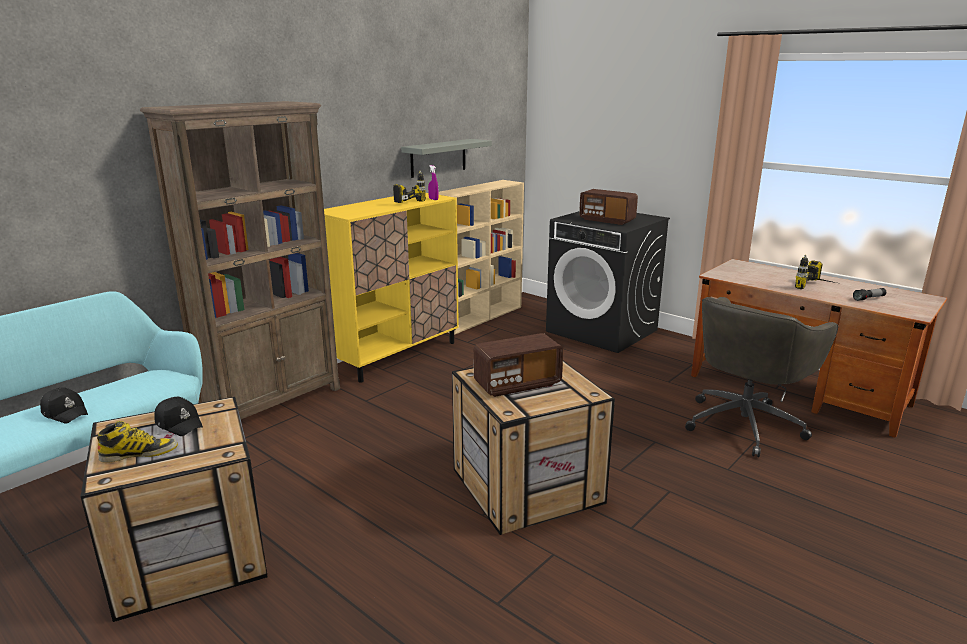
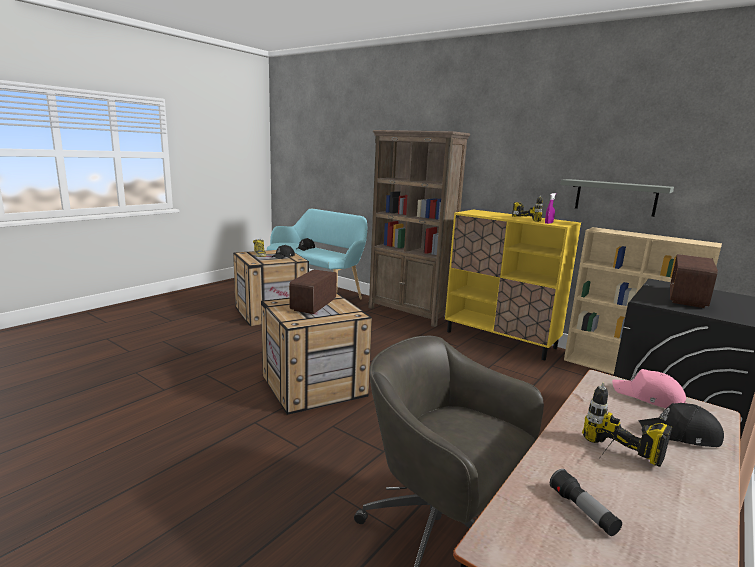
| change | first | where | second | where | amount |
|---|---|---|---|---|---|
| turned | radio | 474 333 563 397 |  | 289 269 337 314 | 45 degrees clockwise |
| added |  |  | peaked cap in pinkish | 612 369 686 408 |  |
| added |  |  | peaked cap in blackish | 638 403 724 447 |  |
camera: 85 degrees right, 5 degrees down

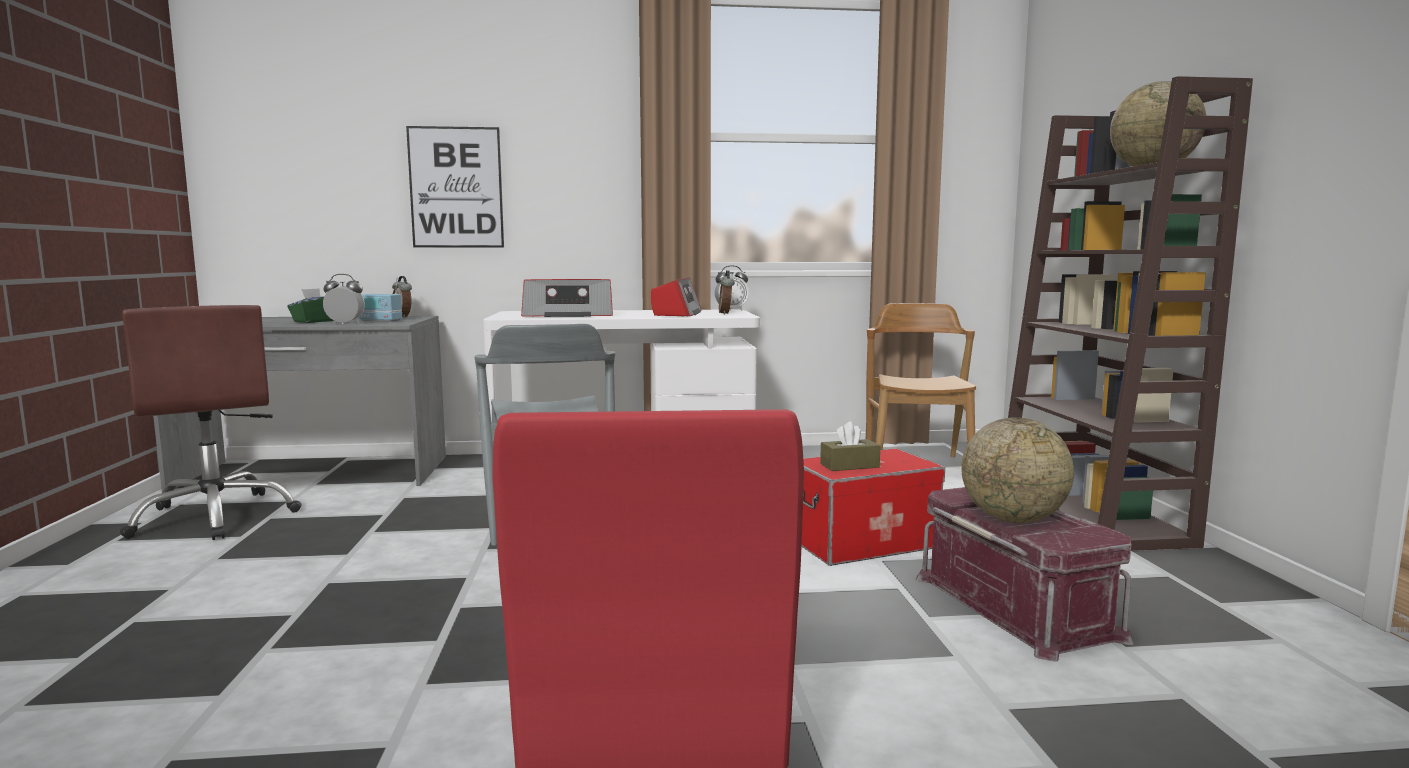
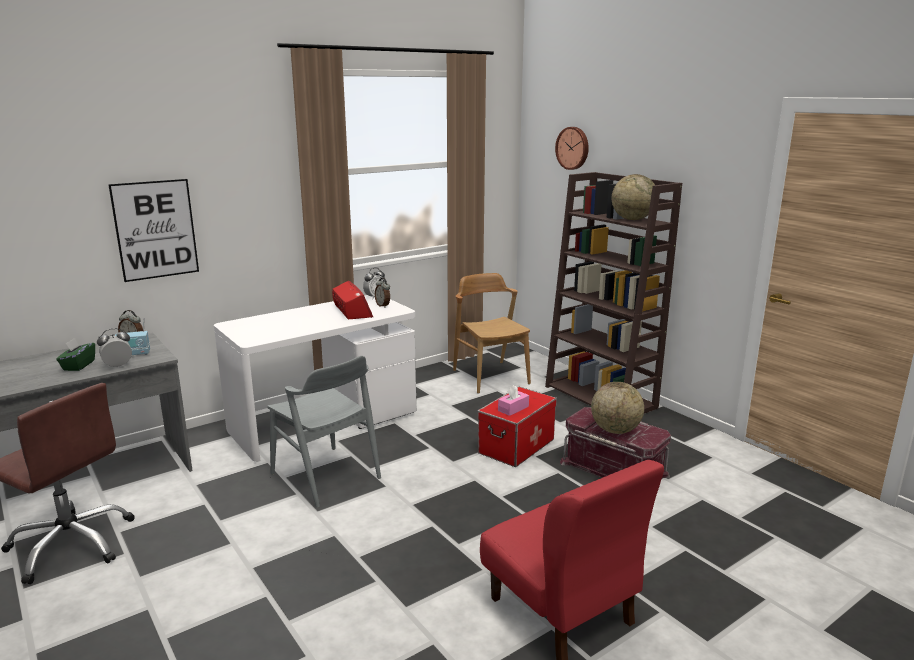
| change | first | where | second | where | amount |
|---|---|---|---|---|---|
| recoloured | box of tissues in brown-coloured | 820 421 880 471 | box of tissues in pinkish | 498 385 529 416 |  |
| added |  |  | hanging clock | 555 127 589 170 |  |
| removed | radio | 521 279 613 317 |  |  |  |
camera: 30 degrees left, 10 degrees up

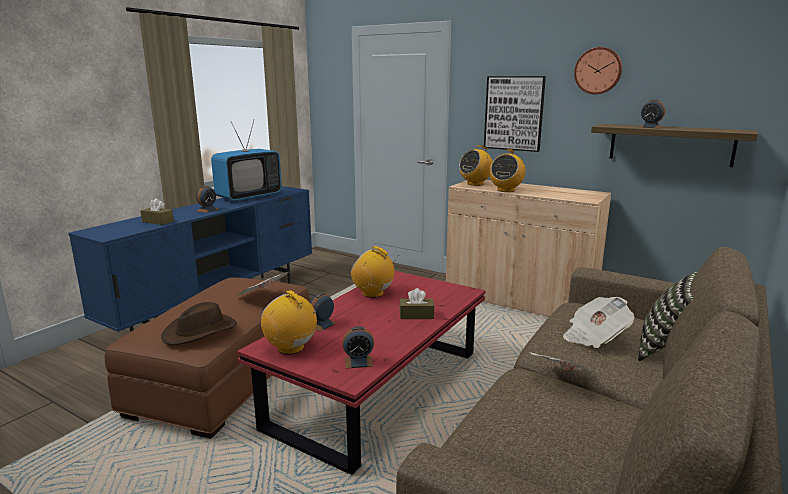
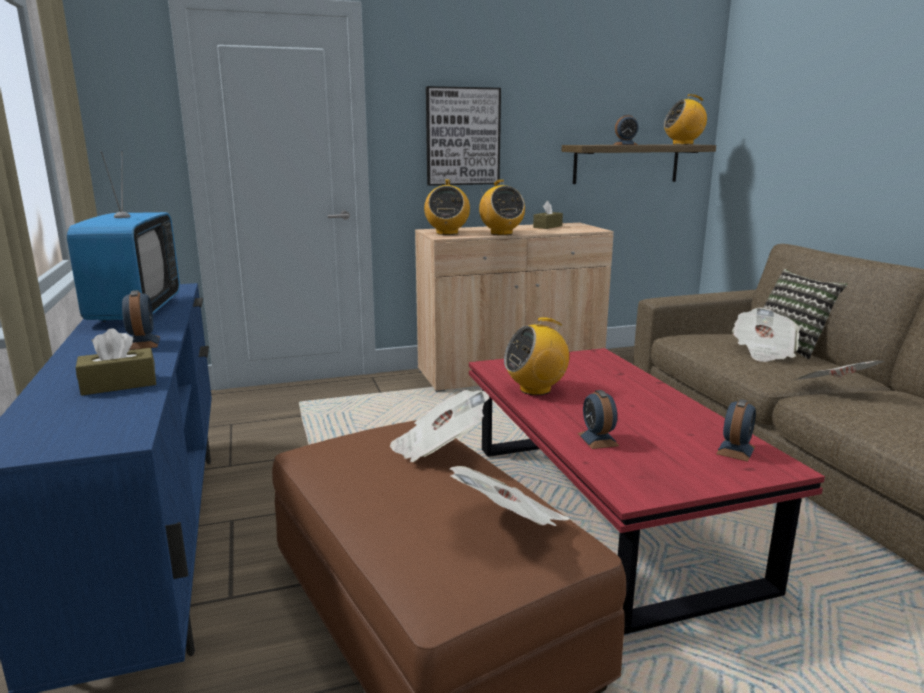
| change | first | where | second | where | amount |
|---|---|---|---|---|---|
| replaced | clothing hat in brown-coloured | 161 302 237 345 | newspaper | 450 466 570 526 |  |
| moved | box of tissues in brown-coloured | 399 288 435 319 |  | 533 201 563 229 |  |
| moved | radio | 261 290 319 355 |  | 663 94 707 145 |  |
| removed | hanging clock | 574 47 622 94 |  |  |  |
camera: 50 degrees left, 0 degrees up

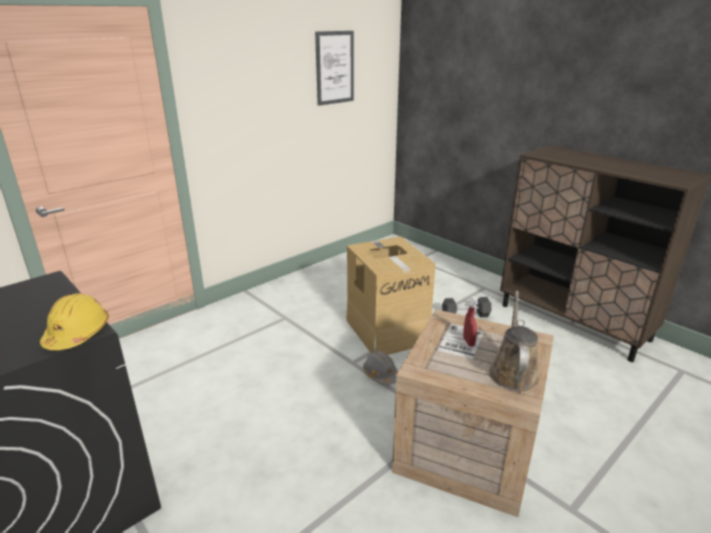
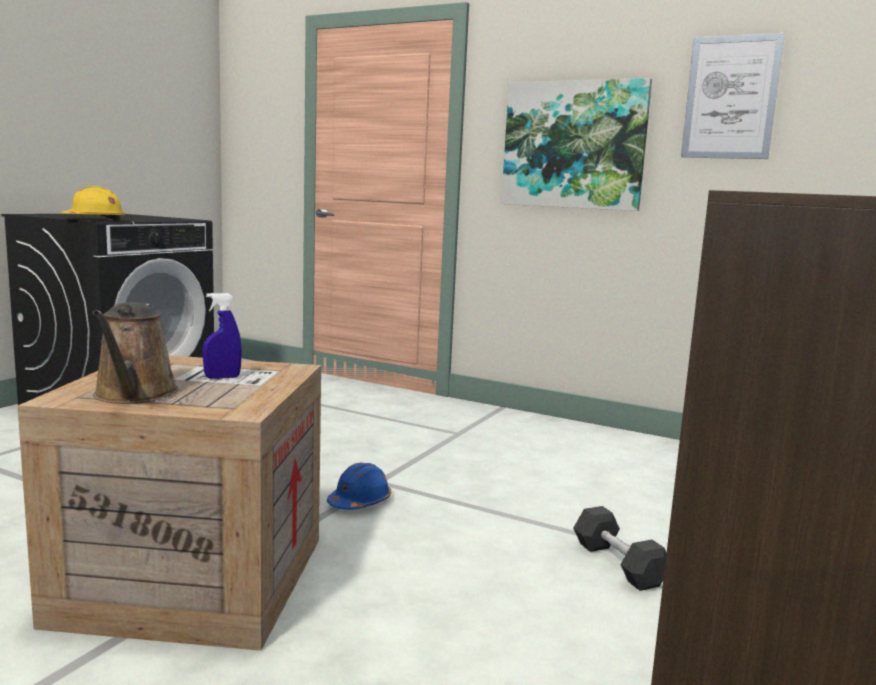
| change | first | where | second | where | amount |
|---|---|---|---|---|---|
| turned | watering pot in brown-coloured | 489 291 539 391 |  | 93 302 179 404 | 90 degrees clockwise |
| recoloured | spray bottle in red | 463 296 478 347 | spray bottle in blue-coloured | 202 293 242 379 |  |
| recoloured | hard hat in grey | 363 351 398 385 | hard hat in blue-coloured | 327 463 391 510 |  |
| added |  |  | wall picture | 501 78 652 211 |  |
| removed | carton | 346 236 436 355 |  |  |  |
camera: 70 degrees right, 15 degrees down

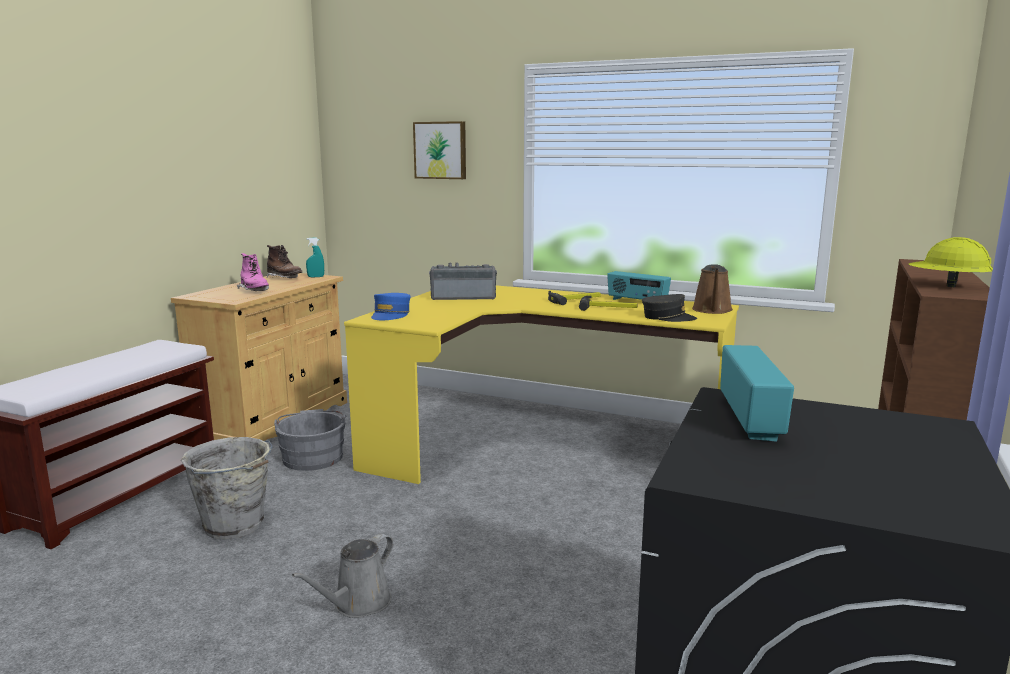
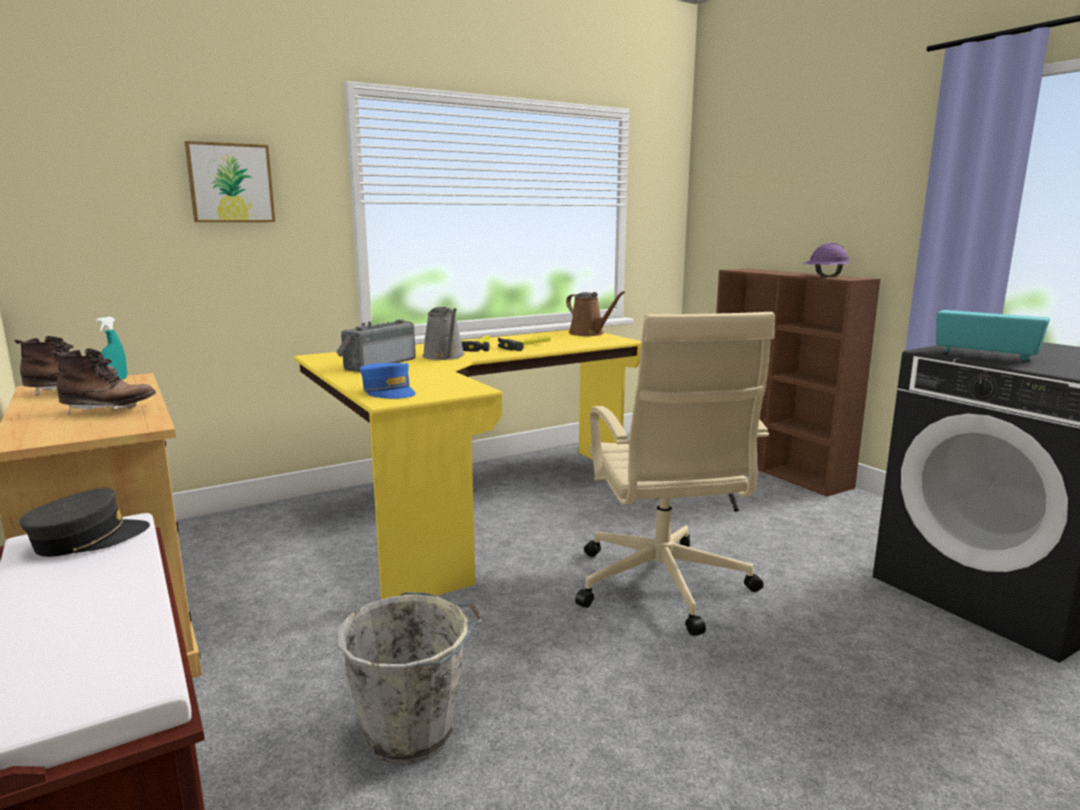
| change | first | where | second | where | amount |
|---|---|---|---|---|---|
| moved | peaked cap in grey | 642 294 697 322 |  | 19 488 150 557 |  |
| recoloured | boot in pinkish | 237 253 269 291 | boot in brown-coloured | 52 348 156 415 |  |
| moved | watering pot in grey | 292 534 393 618 |  | 422 307 465 360 |  |
| added |  |  | desk chair in sand-coloured | 575 312 775 636 |  |
| recoloured | hard hat in yellow-coloured | 909 237 993 287 | hard hat in purple | 803 243 851 277 |  |
| removed | water bucket in grey | 274 409 346 471 |  |  |  |
| removed | radio | 607 271 671 300 |  |  |  |
camera: 55 degrees left, 0 degrees up

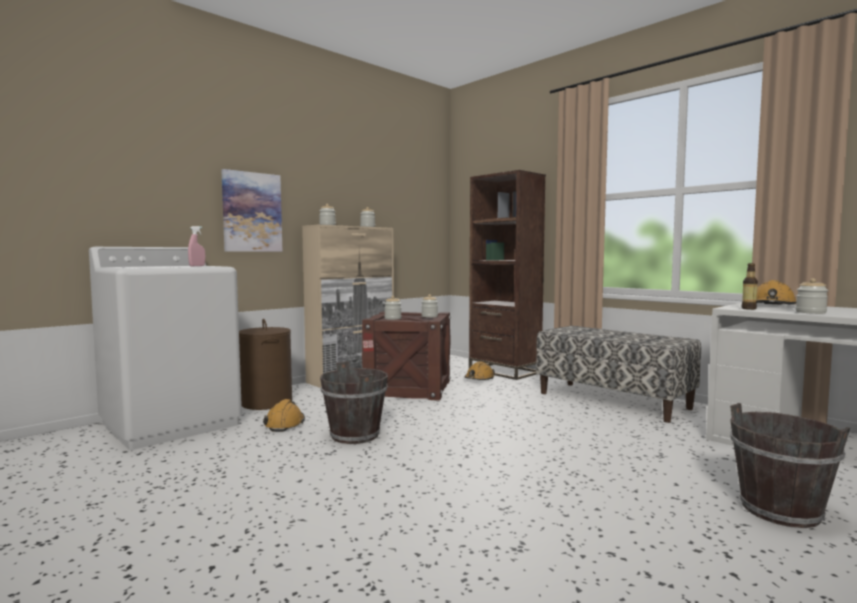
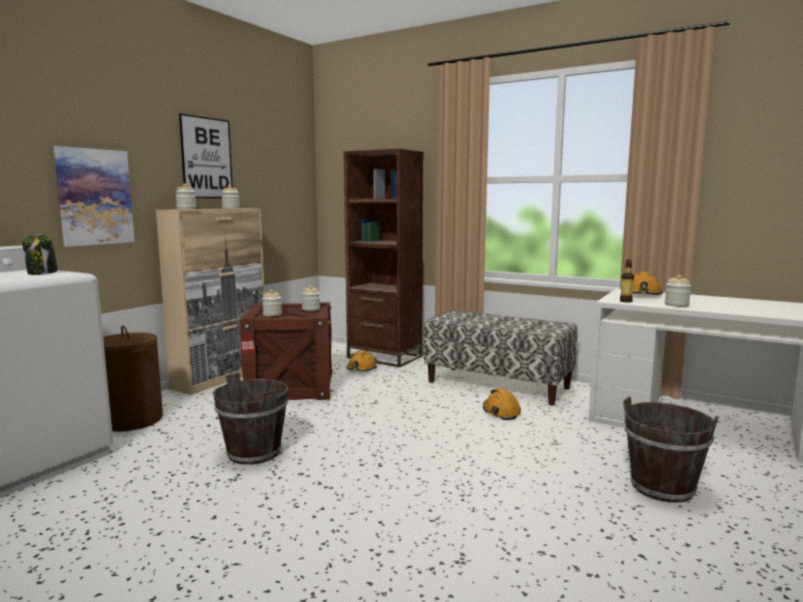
| change | first | where | second | where | amount |
|---|---|---|---|---|---|
| replaced | spray bottle in pinkish | 188 226 205 266 | storage jar | 22 234 58 275 |  |
| added |  |  | wall picture | 179 113 233 198 |  |
| moved | hard hat in orange-coloured | 263 399 305 432 |  | 483 388 521 420 |  |
camera: 15 degrees left, 5 degrees up

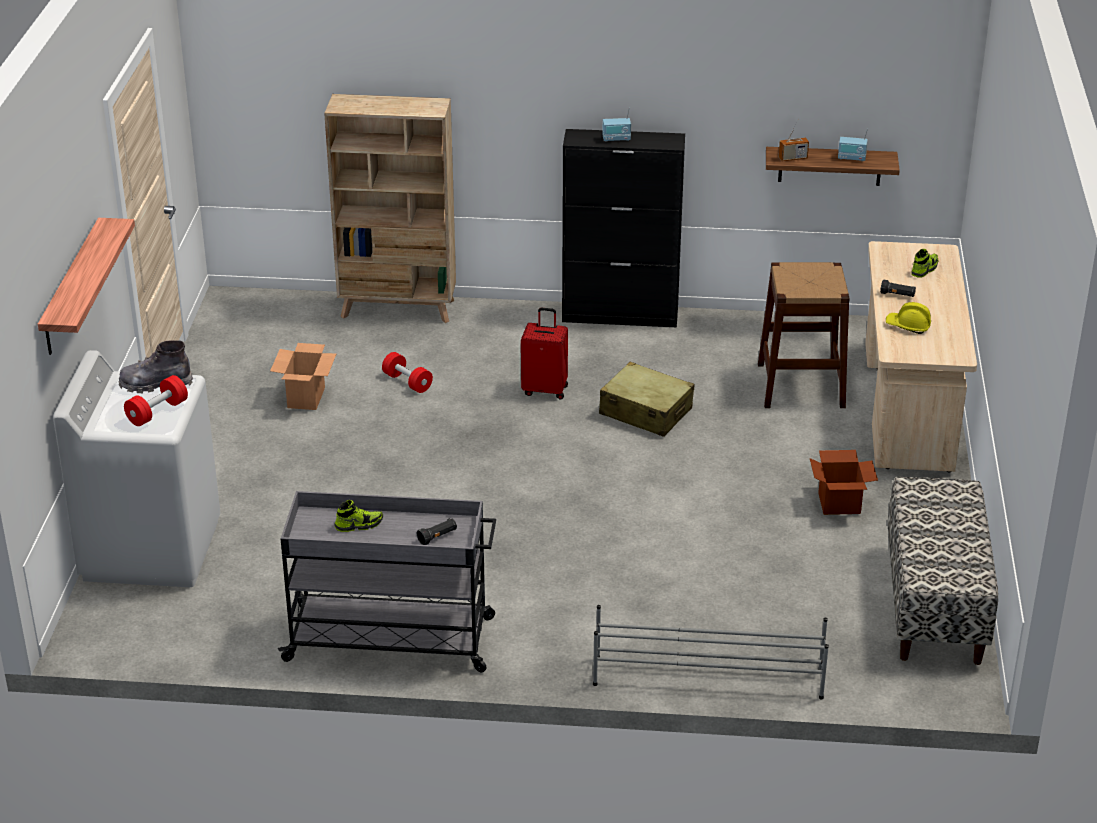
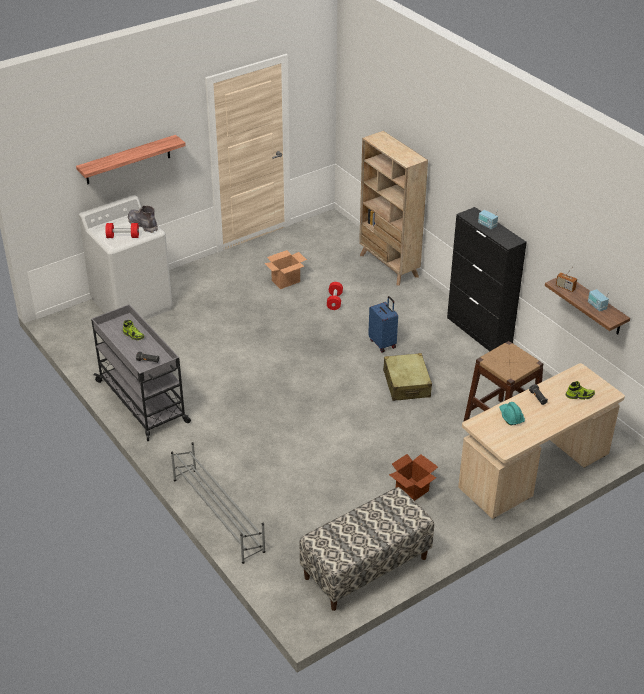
| change | first | where | second | where | amount |
|---|---|---|---|---|---|
| recoloured | travel case in red | 521 308 568 399 | travel case in blue-coloured | 368 296 398 353 |  |
| recoloured | hard hat in yellow-coloured | 886 302 931 334 | hard hat in turquoise-coloured | 499 402 525 425 |  |
camera: 50 degrees right, 5 degrees up

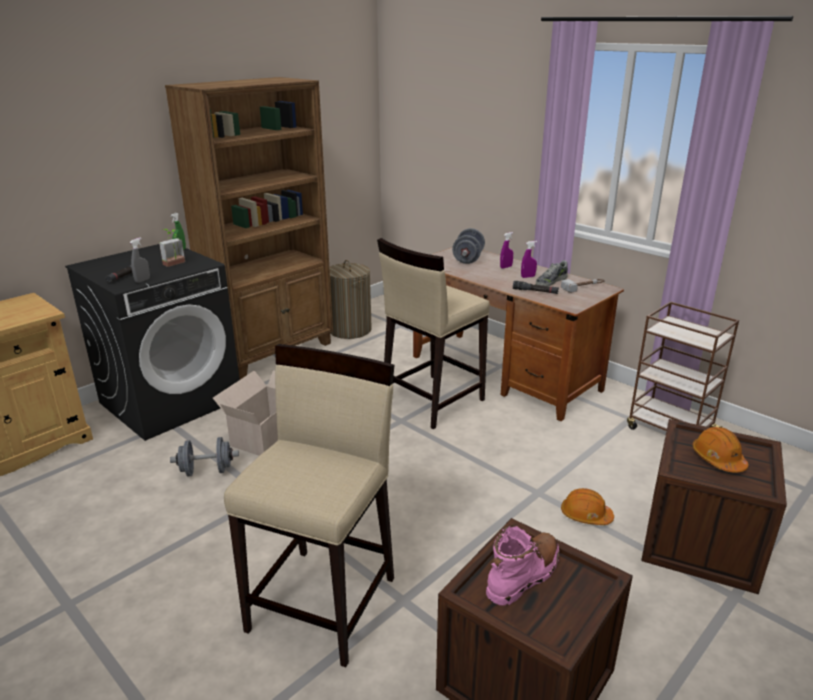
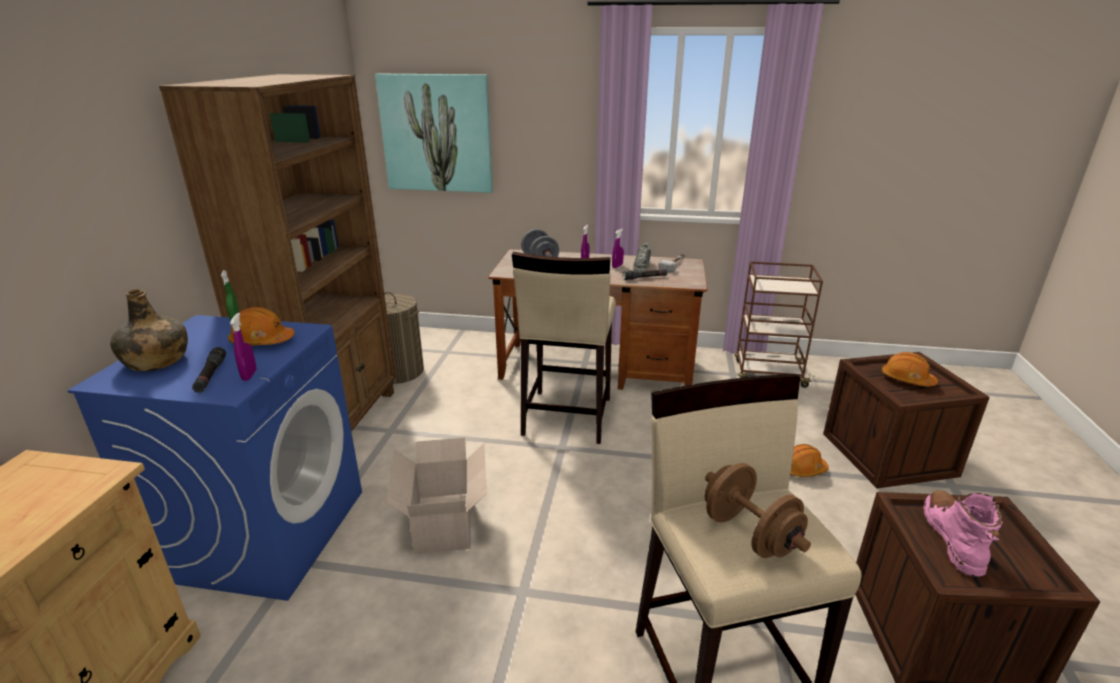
| change | first | where | second | where | amount |
|---|---|---|---|---|---|
| recoloured | washing machine in blackish | 65 244 240 441 | washing machine in blue-coloured | 67 315 362 601 |  |
| added |  |  | bottle in green | 110 289 188 372 |  |
| replaced | plant in a pot | 159 229 185 267 | hard hat in orange-coloured | 228 307 295 345 |  |
| recoloured | spray bottle in grey | 130 237 150 283 | spray bottle in purple | 230 313 256 381 |  |
| added |  |  | wall picture | 375 74 493 193 |  |
| added |  |  | free weight in brown-coloured | 705 463 811 558 |  |
| removed | free weight in grey | 170 437 239 476 |  |  |  |
camera: 35 degrees left, 0 degrees up

